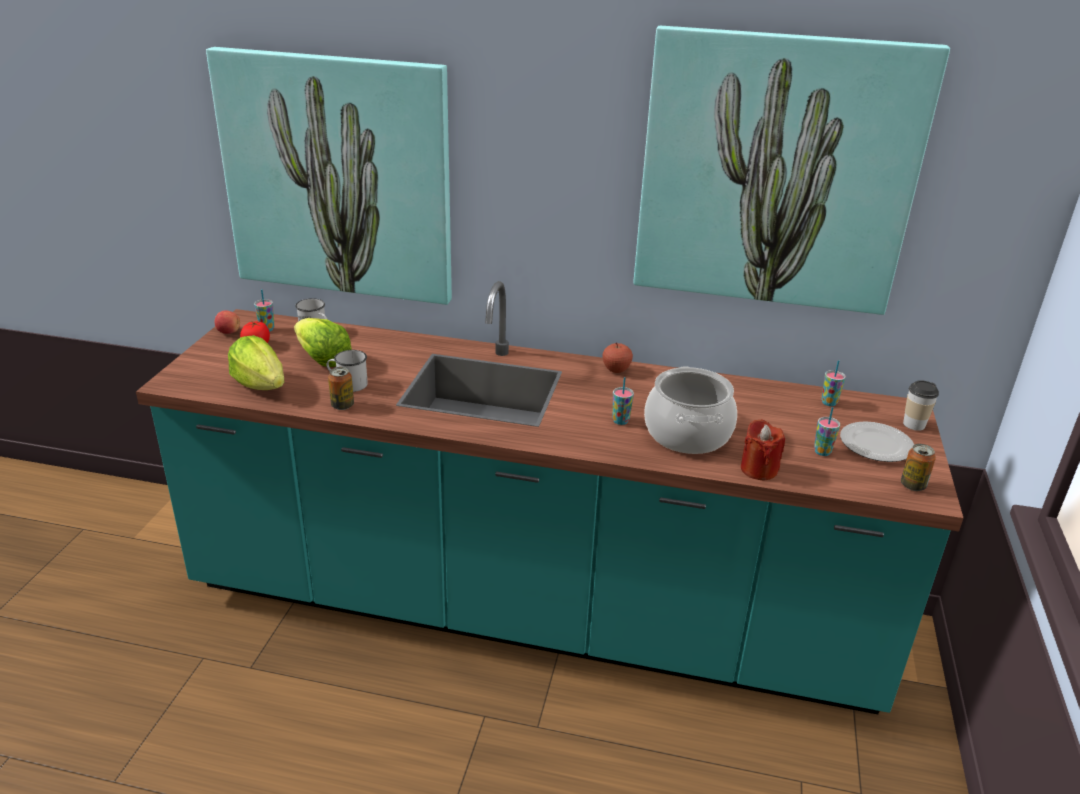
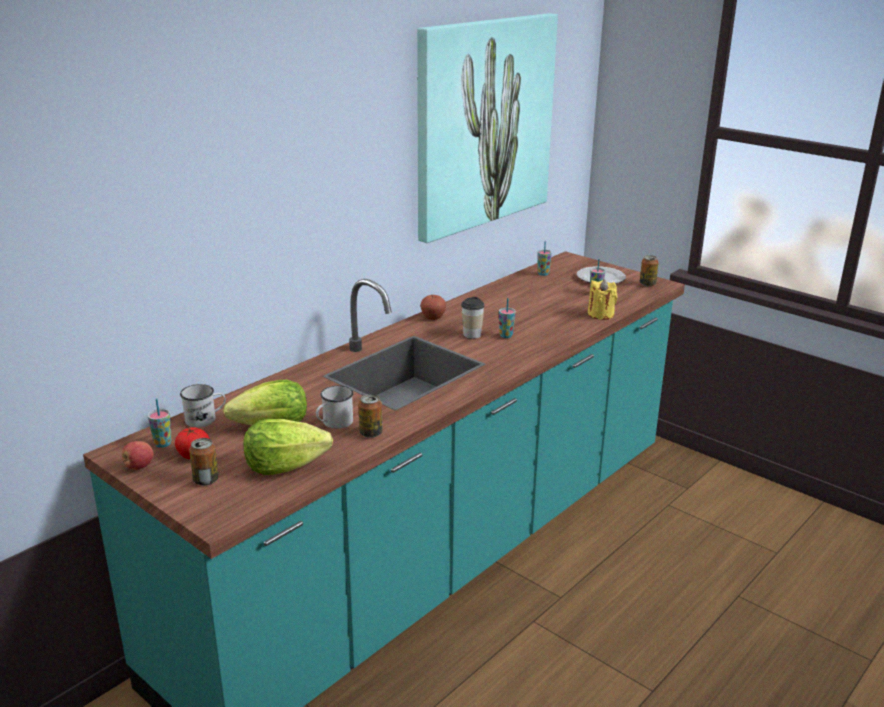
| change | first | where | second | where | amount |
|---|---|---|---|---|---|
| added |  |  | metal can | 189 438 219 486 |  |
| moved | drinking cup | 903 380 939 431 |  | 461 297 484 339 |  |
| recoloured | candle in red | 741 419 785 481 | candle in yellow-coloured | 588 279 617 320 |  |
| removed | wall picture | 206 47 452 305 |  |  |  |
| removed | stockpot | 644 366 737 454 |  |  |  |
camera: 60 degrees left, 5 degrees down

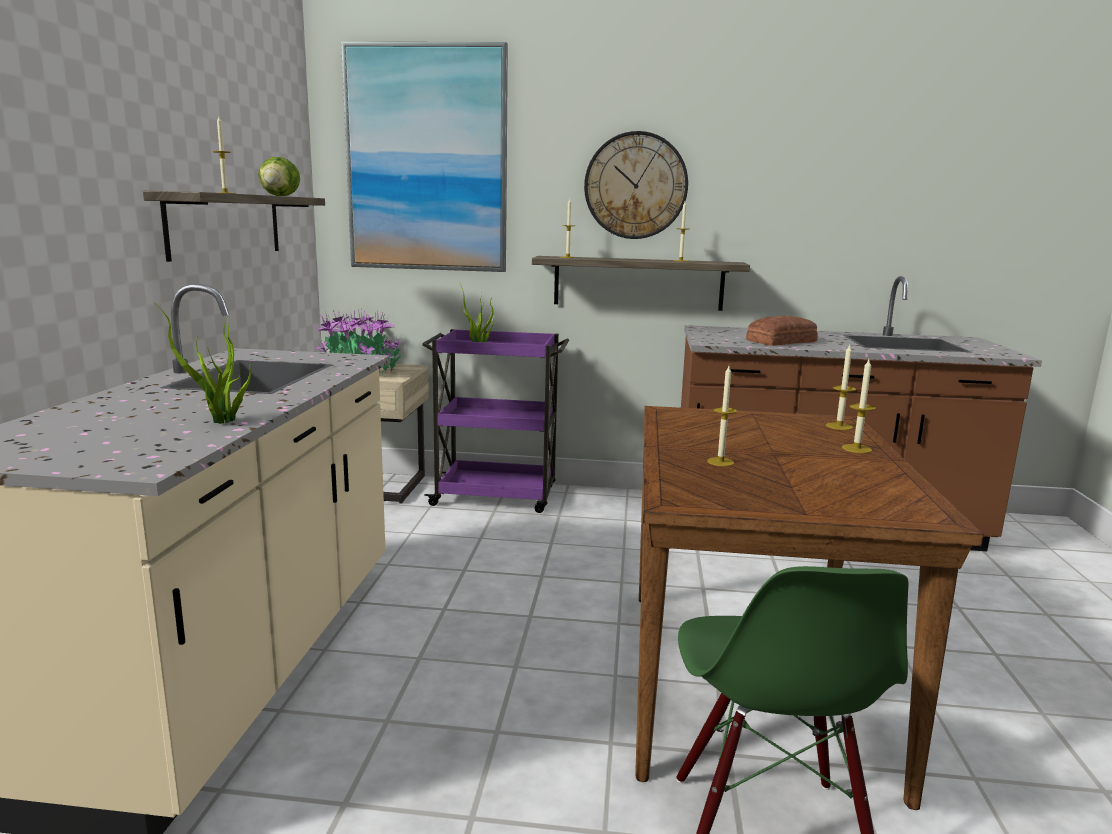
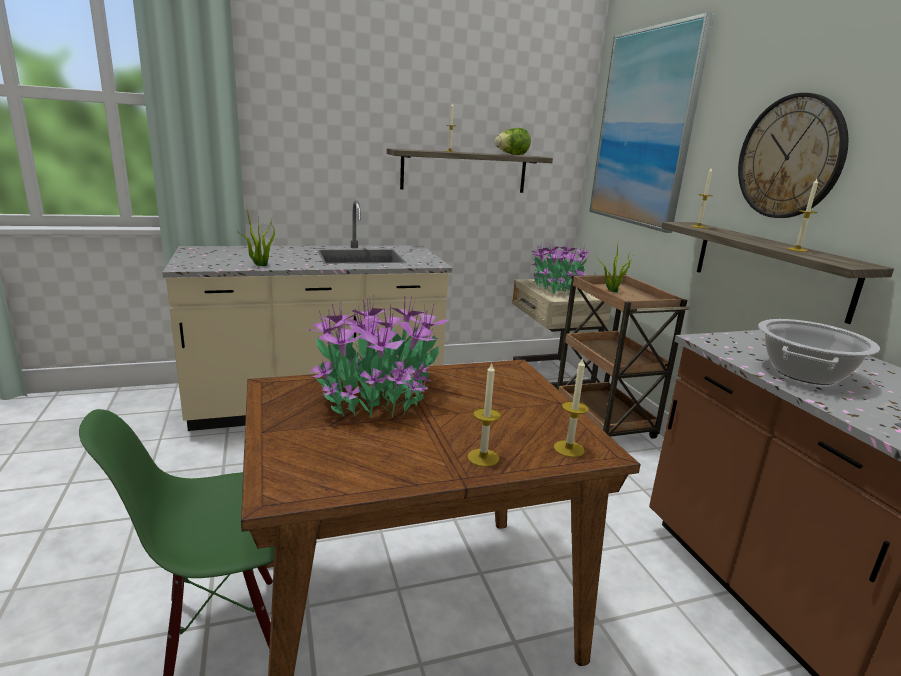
| change | first | where | second | where | amount |
|---|---|---|---|---|---|
| replaced | candle | 707 366 737 467 | plant in a pot | 307 297 449 417 |  |
| recoloured | trolley in purple | 422 329 569 513 | trolley in brown-coloured | 557 274 690 439 |  |
| replaced | bakery bread | 746 316 818 346 | stockpot | 758 319 880 385 |  |
camera: 65 degrees right, 5 degrees up

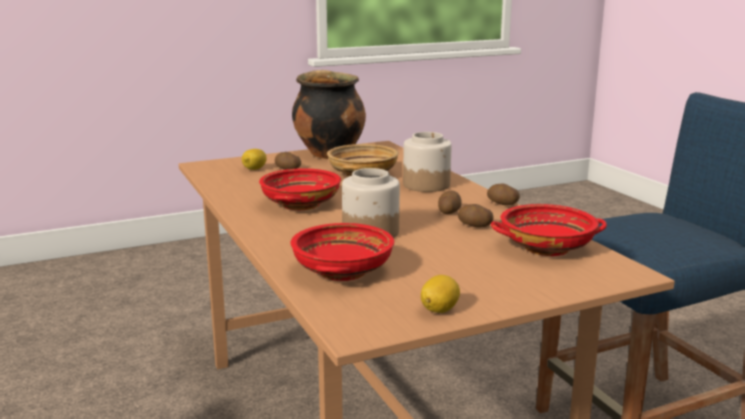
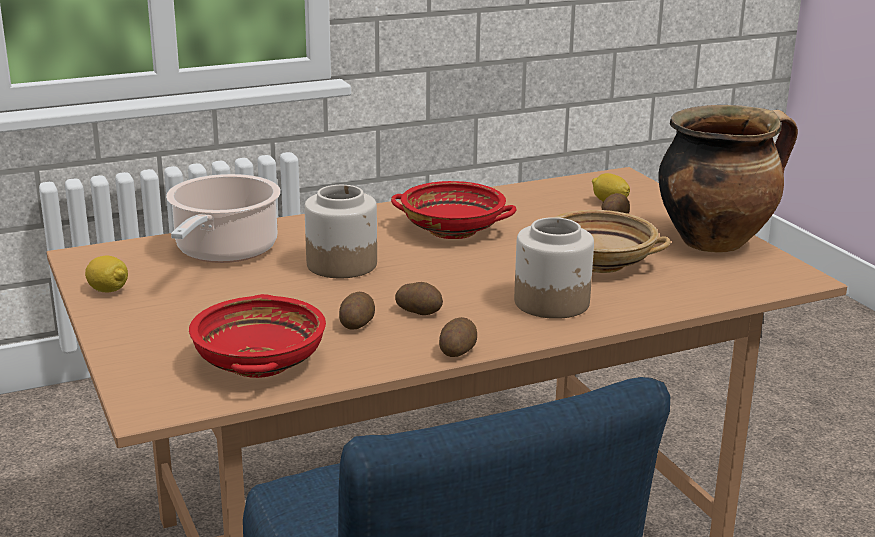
| change | first | where | second | where | amount |
|---|---|---|---|---|---|
| replaced | bowl in red | 291 223 394 281 | stockpot | 166 174 280 263 |  |
camera: 90 degrees right, 5 degrees up

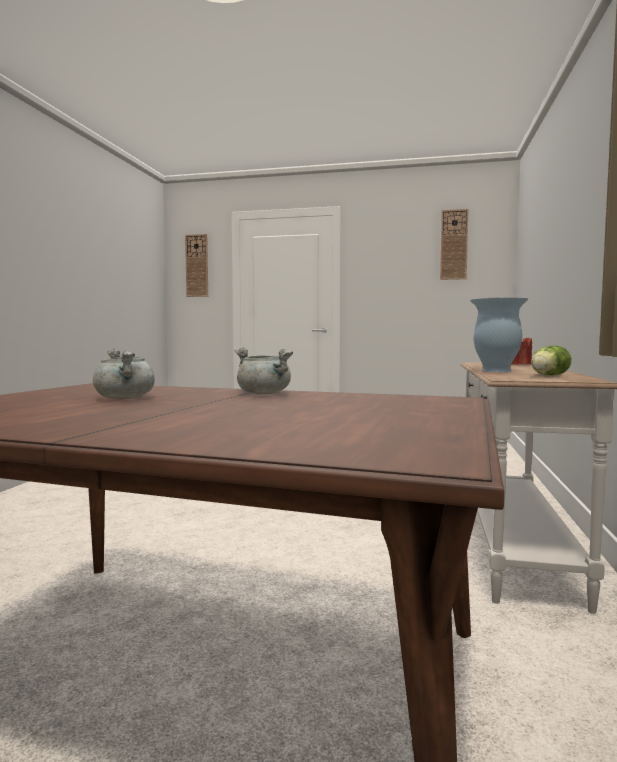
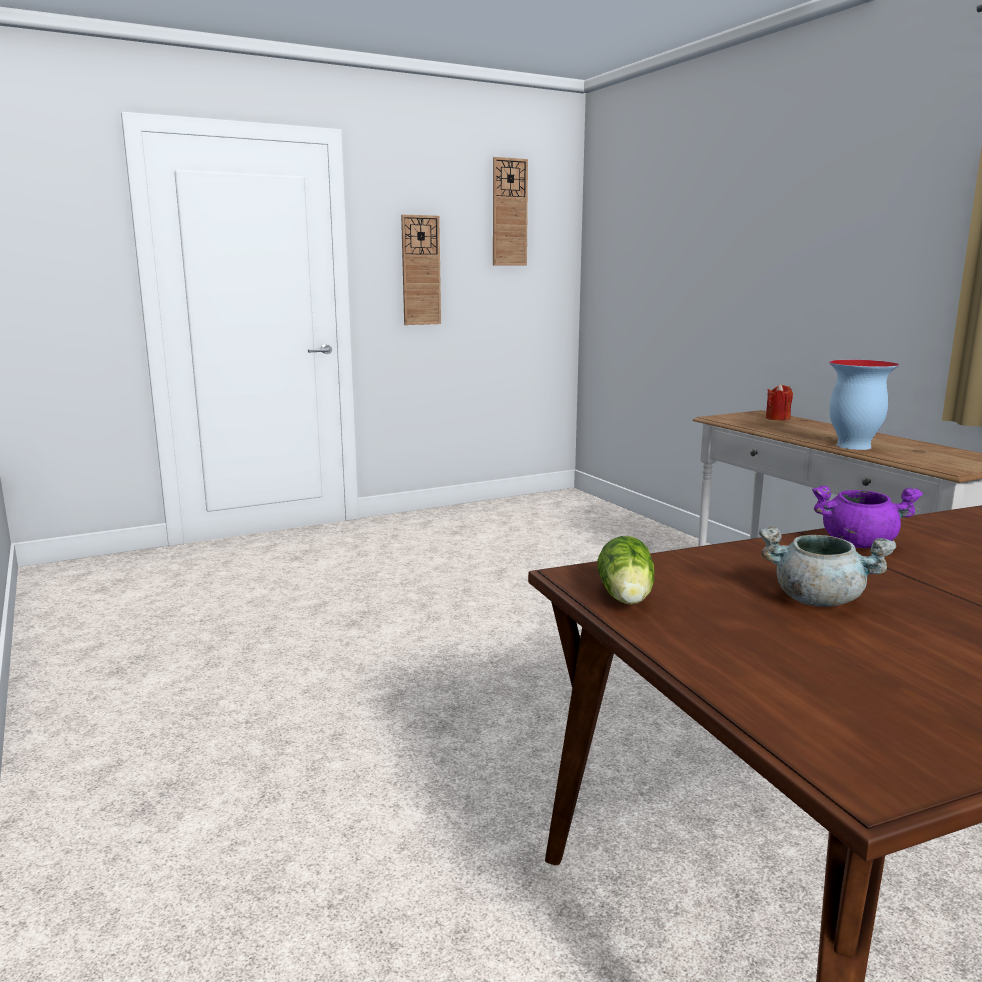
| change | first | where | second | where | amount |
|---|---|---|---|---|---|
| moved | hanging clock | 185 234 208 297 |  | 401 215 441 325 |  |
| moved | lettuce | 531 346 571 375 |  | 598 536 655 605 |  |
| recoloured | stockpot in grey | 234 348 293 394 | stockpot in purple | 812 485 923 548 |  |
camera: 40 degrees left, 10 degrees up

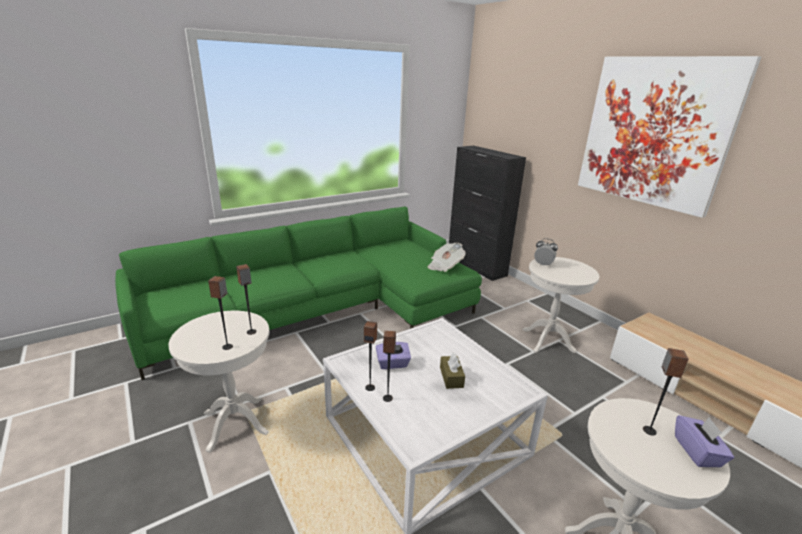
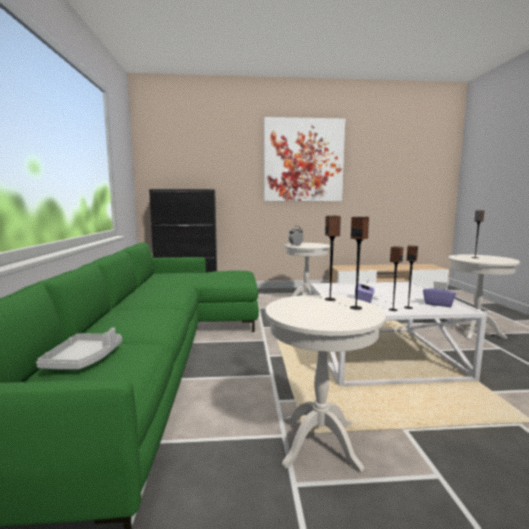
| change | first | where | second | where | amount |
|---|---|---|---|---|---|
| added |  |  | serving tray in grey | 36 328 122 370 |  |
| moved | box of tissues in purple | 675 415 734 467 |  | 423 281 456 307 |  |
| removed | newspaper | 427 243 466 272 |  |  |  |
| removed | box of tissues in brown-coloured | 440 353 465 389 |  |  |  |
camera: 60 degrees left, 15 degrees down

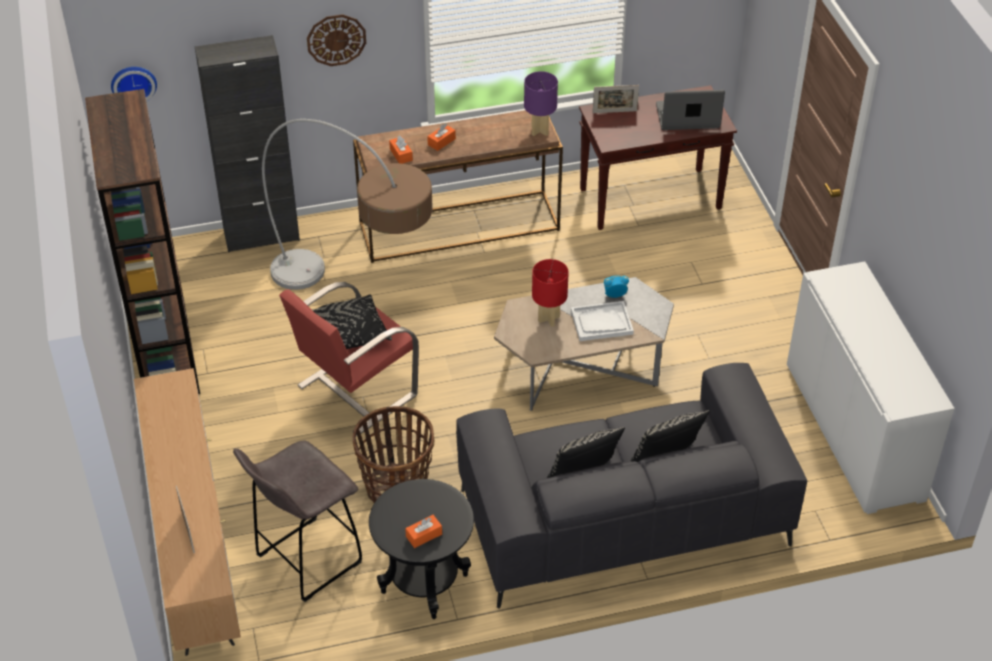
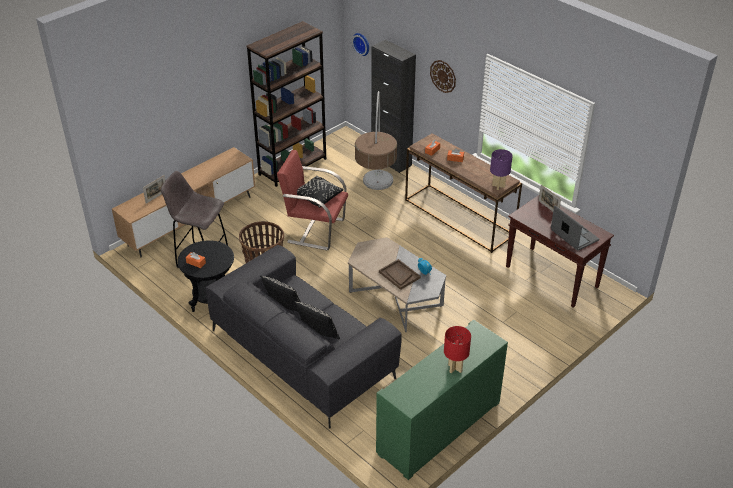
| change | first | where | second | where | amount |
|---|---|---|---|---|---|
| recoloured | storage cabinet in whitish | 787 261 955 514 | storage cabinet in green | 376 320 508 480 |  |
| recoloured | serving tray in whitish | 571 301 634 341 | serving tray in brown-coloured | 379 259 420 290 |  |
| moved | lamp for a table in red | 532 259 569 327 |  | 444 326 471 374 |  |
camera: 60 degrees right, 5 degrees down

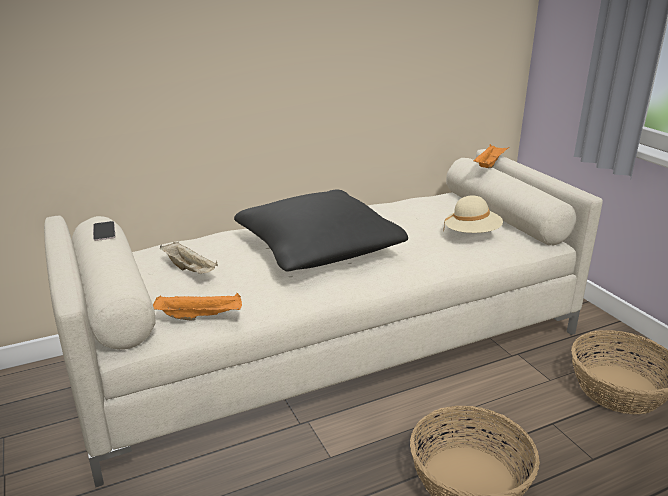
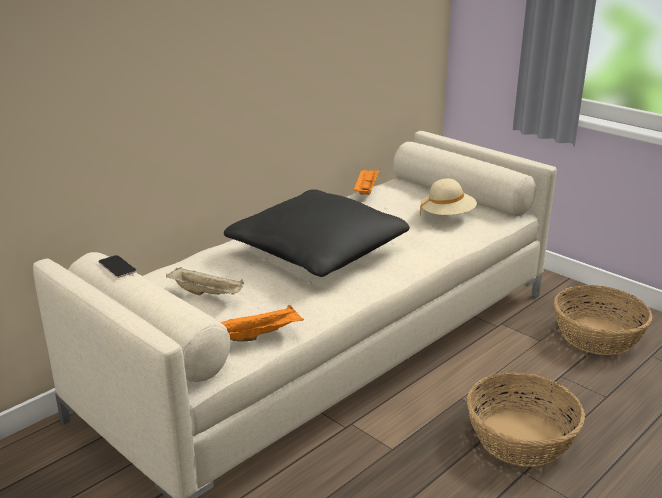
| change | first | where | second | where | amount |
|---|---|---|---|---|---|
| moved | serving tray in orange-coloured | 473 144 508 168 |  | 354 168 380 195 |  |
camera: 20 degrees left, 0 degrees up

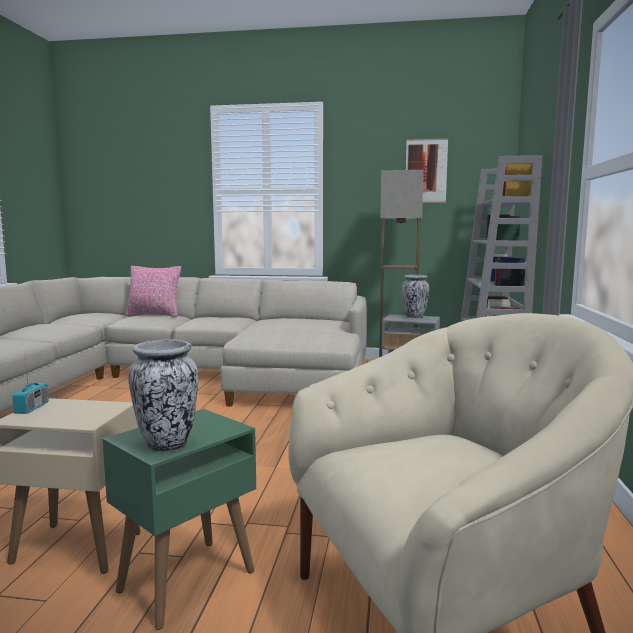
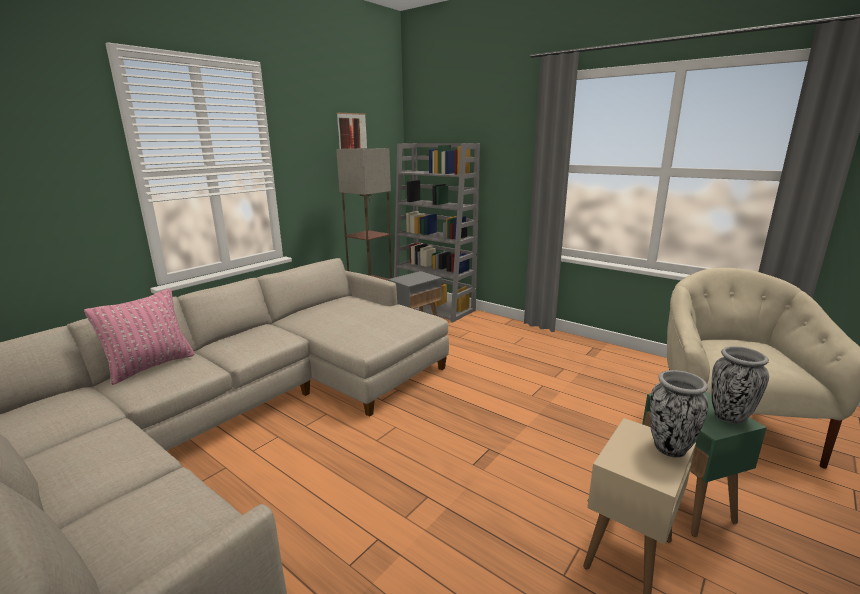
| change | first | where | second | where | amount |
|---|---|---|---|---|---|
| moved | flower vase | 402 275 429 318 |  | 650 370 709 458 |  |
| removed | radio | 12 358 49 414 |  |  |  |
camera: 60 degrees left, 10 degrees up

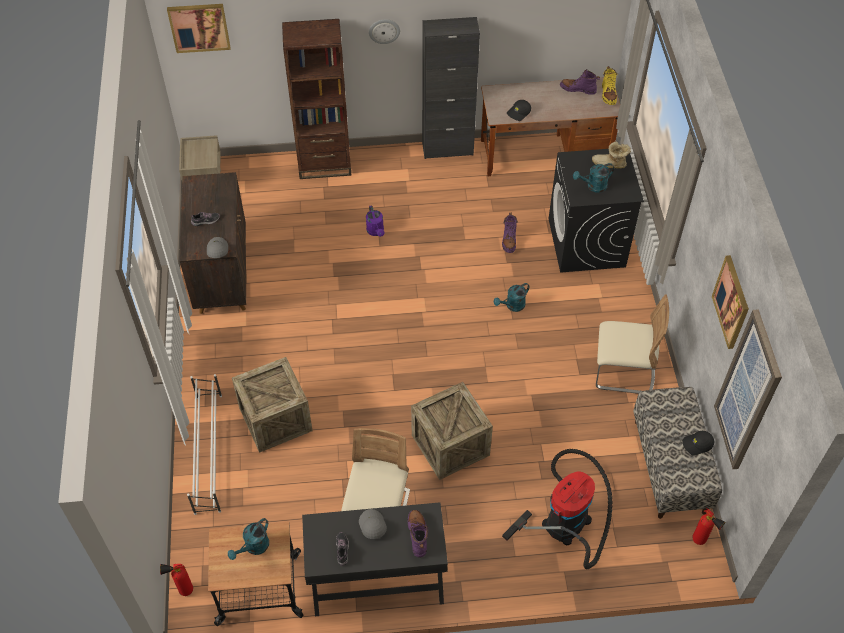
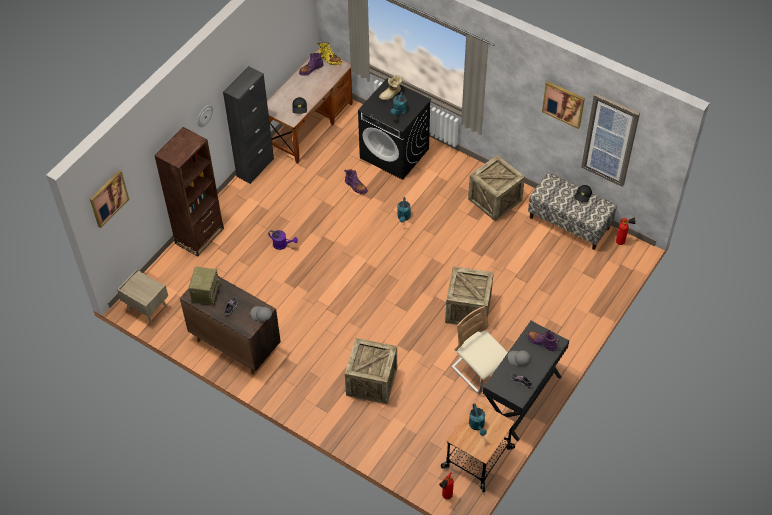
| change | first | where | second | where | amount |
|---|---|---|---|---|---|
| added |  |  | radio | 189 267 221 305 |  |
| replaced | chair in sand-coloured | 596 294 669 394 | packing crate | 468 155 525 221 |  |
| removed | shoe shelf in whitish | 187 374 222 515 |  |  |  |
| removed | vacuum | 502 449 613 569 |  |  |  |
camera: 50 degrees left, 0 degrees up

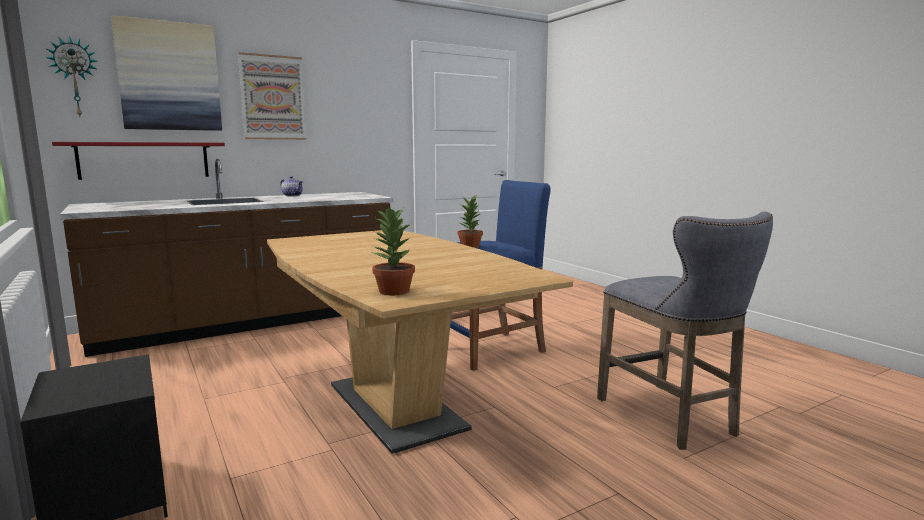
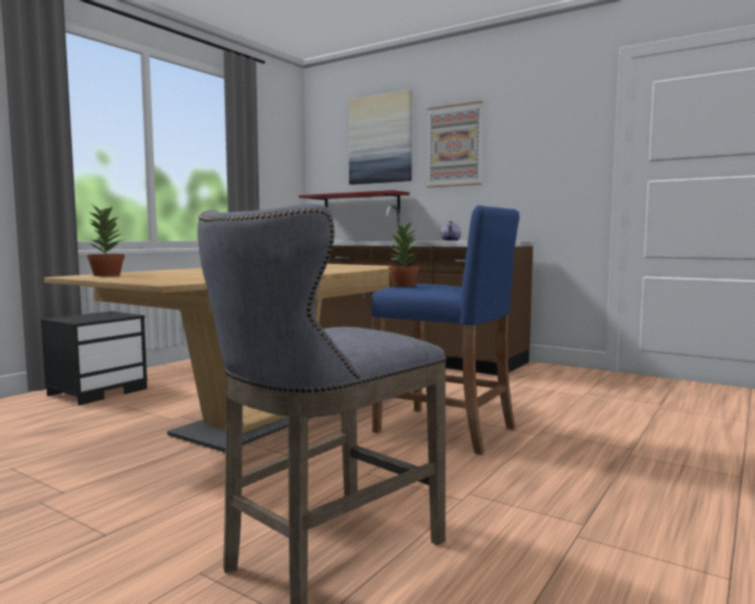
| change | first | where | second | where | amount |
|---|---|---|---|---|---|
| removed | hanging clock | 45 36 98 117 |  |  |  |
camera: 65 degrees right, 5 degrees down

